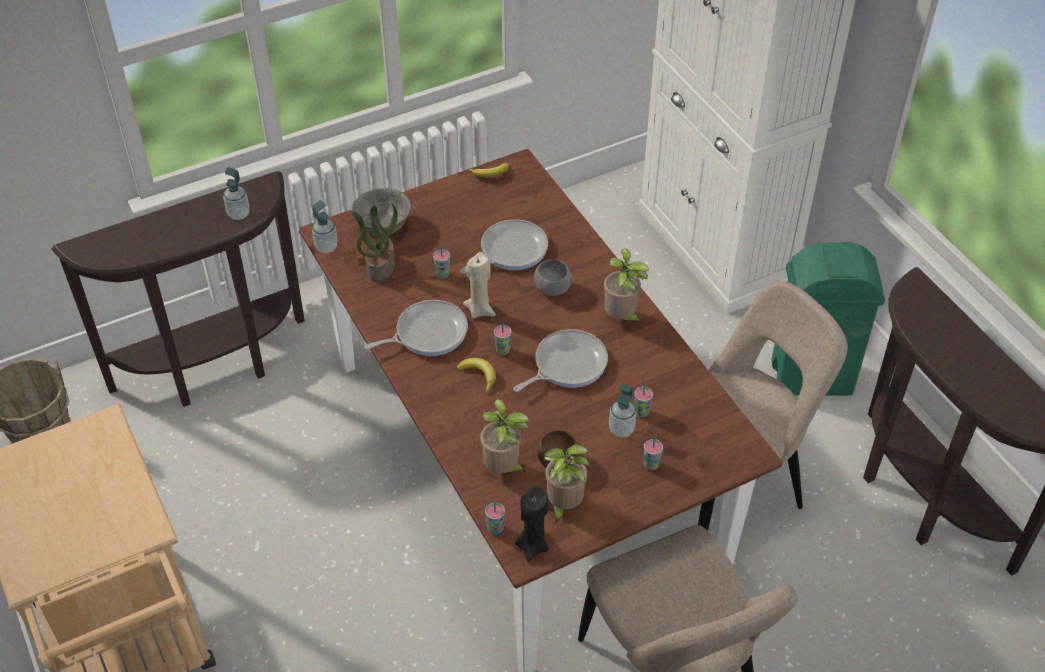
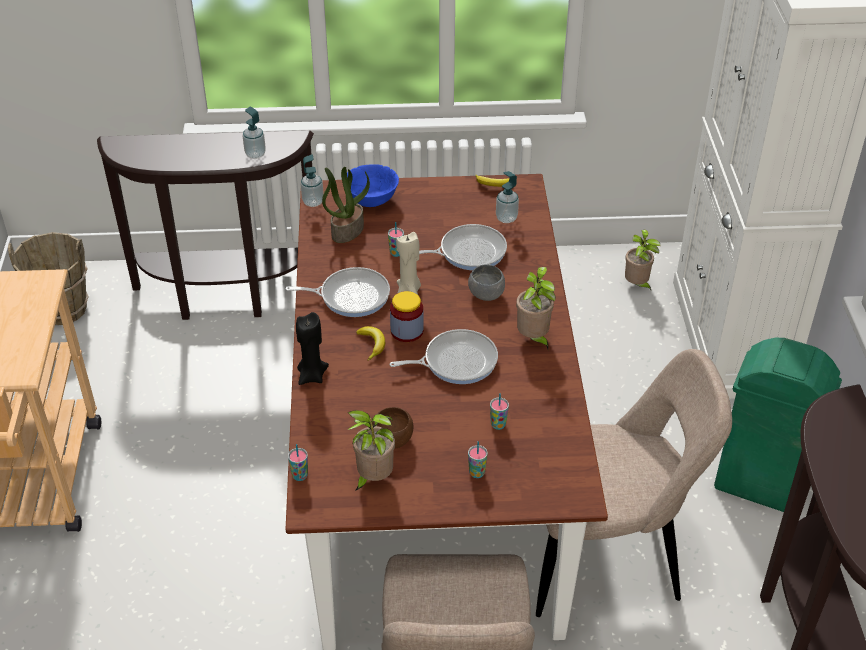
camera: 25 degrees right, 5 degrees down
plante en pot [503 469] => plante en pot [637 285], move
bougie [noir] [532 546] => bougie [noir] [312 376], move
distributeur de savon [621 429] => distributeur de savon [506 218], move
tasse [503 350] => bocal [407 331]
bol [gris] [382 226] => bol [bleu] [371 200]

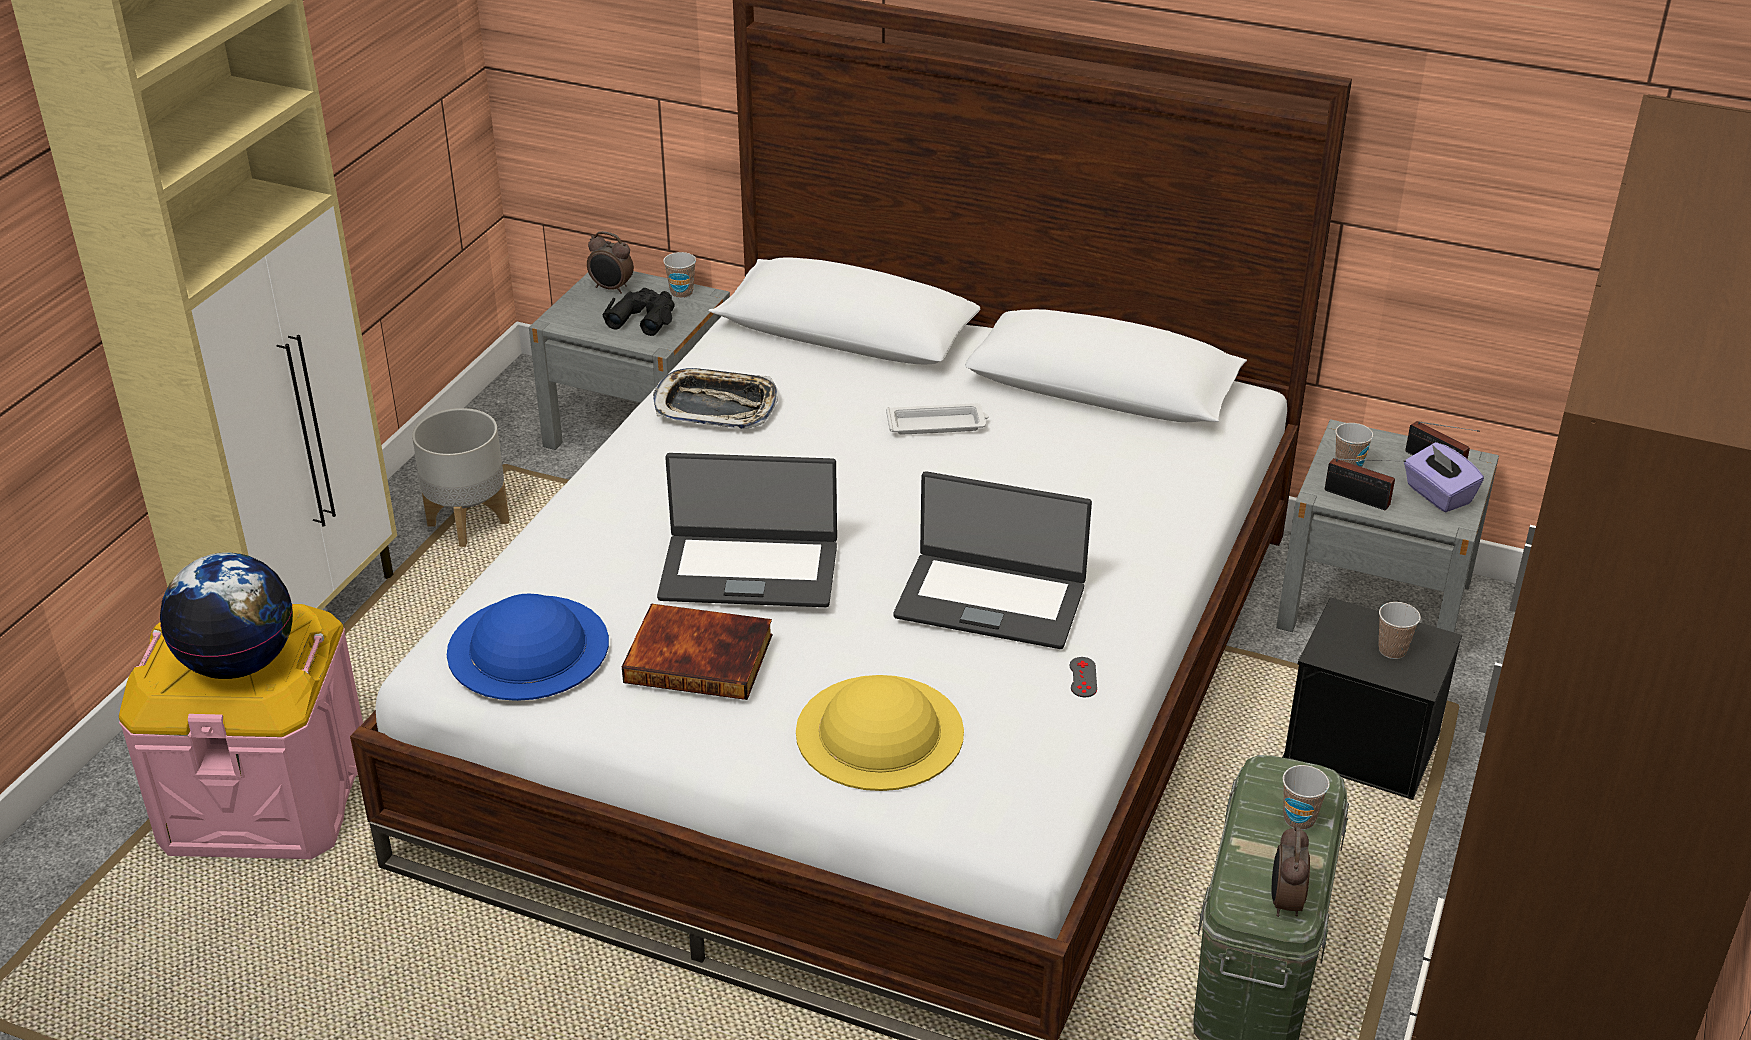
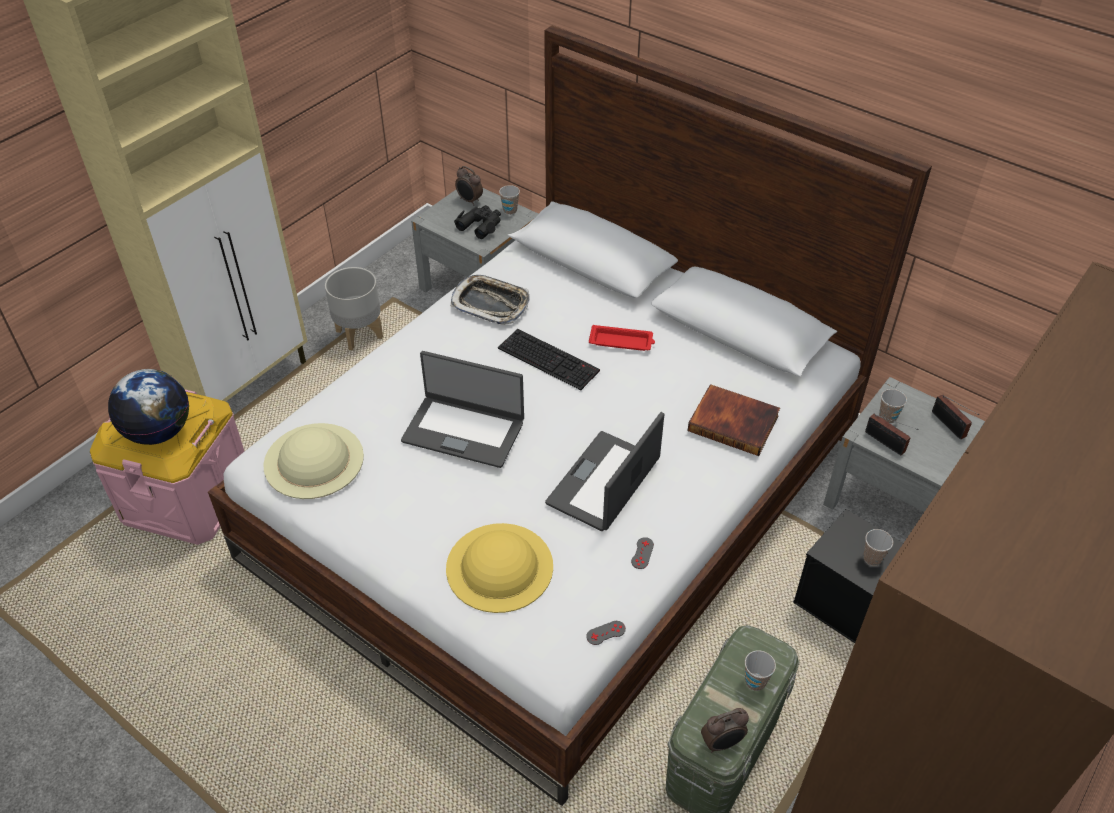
camera: 15 degrees right, 10 degrees up
boîte à mouchoirs [violet] [1437 495] => nothing
nothing => clavier [550 359]
nothing => manette [gris] [606 633]
livre [700 656] => livre [734 422], move
chapeau [bleu] [528 647] => chapeau [beige] [314 460]
plateau [blanc] [937 425] => plateau [rouge] [622 342]
ordinateur portable [990 600] => ordinateur portable [605 482], 90 degrees clockwise
réveil [1284 902] => réveil [722 743], 135 degrees counterclockwise

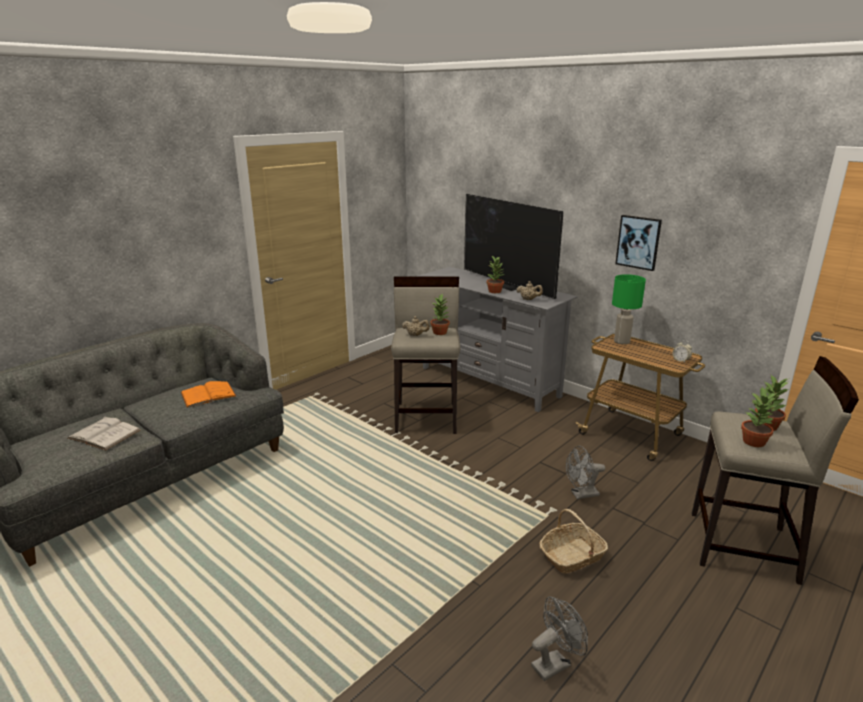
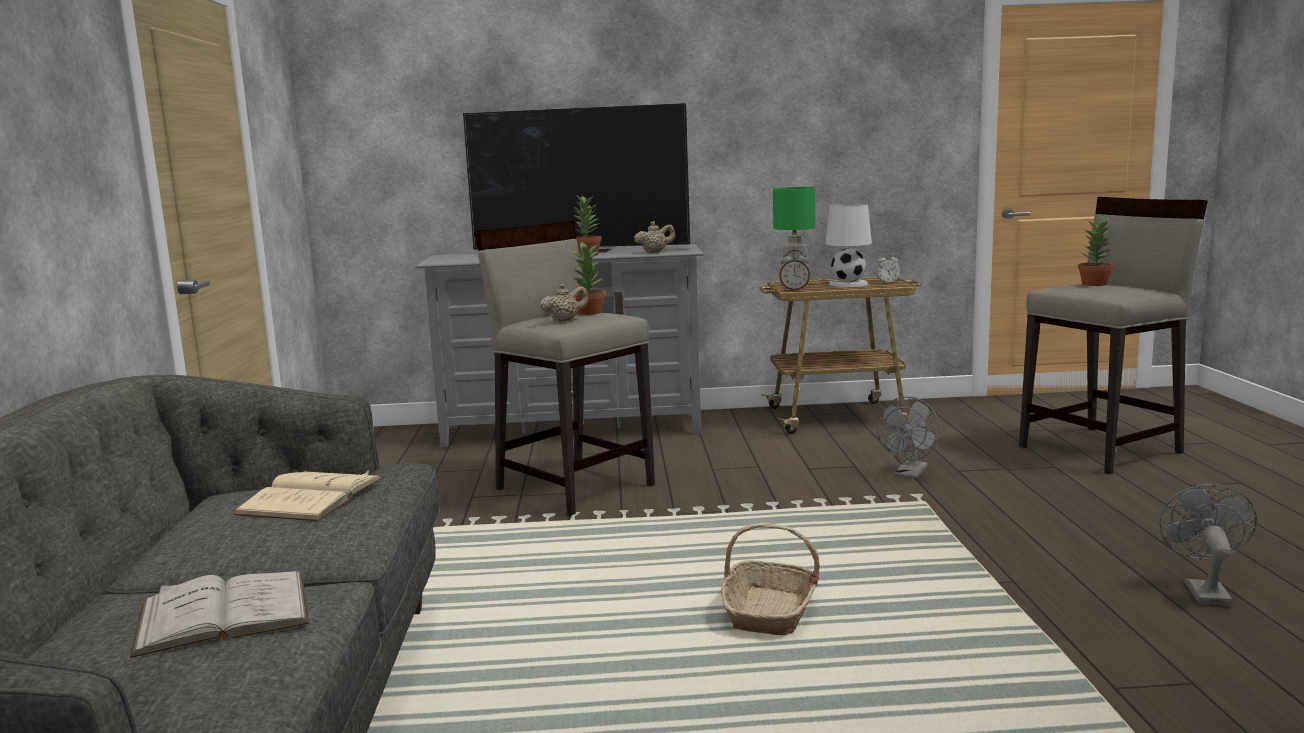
camera: 45 degrees left, 10 degrees down
tableau [638 242] => nothing
plante en pot [754 442] => nothing
nothing => réveil [794 290]
nothing => lampe de table [blanc] [848 284]
panier [572 556] => panier [769 612], move
livre [orange] [208 394] => livre [beige] [311 496]

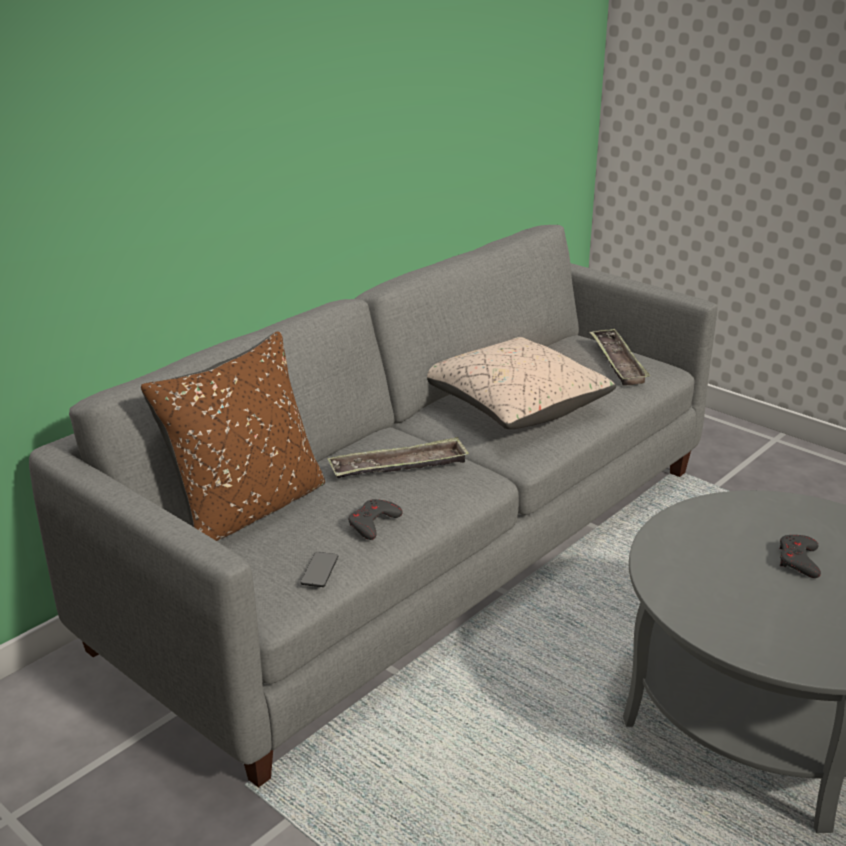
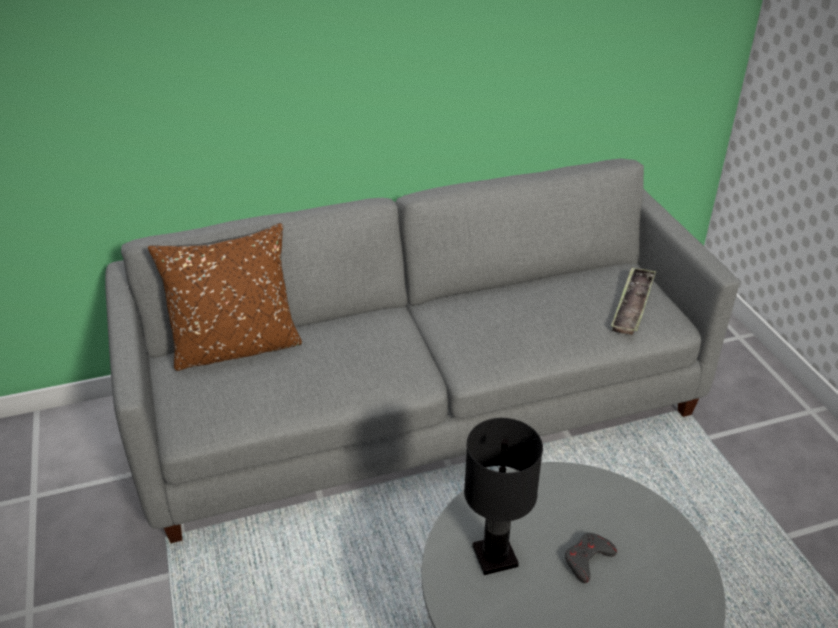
camera: 30 degrees right, 10 degrees up
téléphone [319 570] => nothing
plateau [399 466] => nothing
manette [gris] [373 523] => nothing
coussin [beige] [514 405] => nothing
nothing => lampe de table [noir] [494 556]

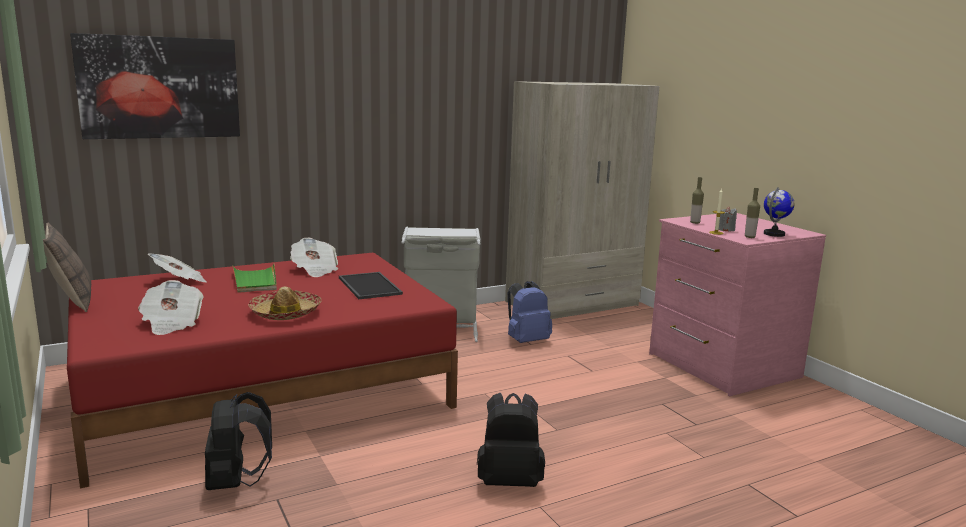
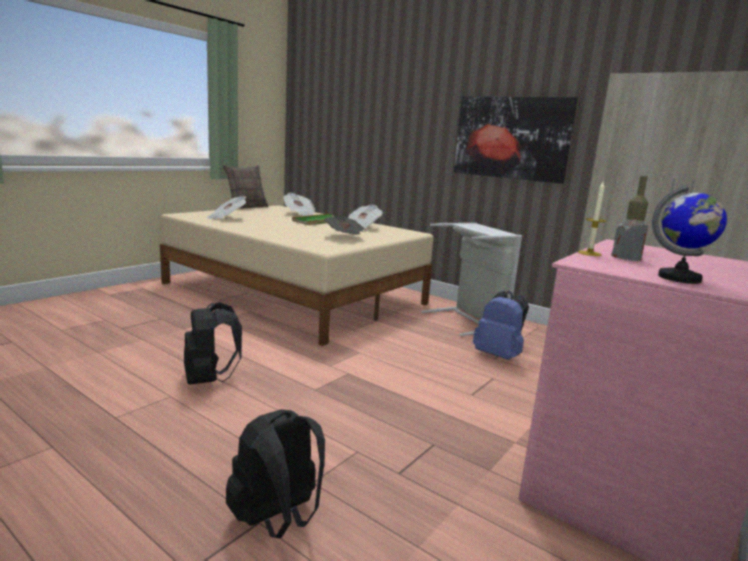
camera: 65 degrees right, 0 degrees up
chapeau [285 313] => nothing
bouteille [749 237] => nothing
tableau [160 87] => tableau [511 138], move
sac à dos [noir] [236 482] => sac à dos [noir] [277 520], move
plateau [368 286] => journal [345 237]
lit [rouge] [262 391] => lit [beige] [294 293]

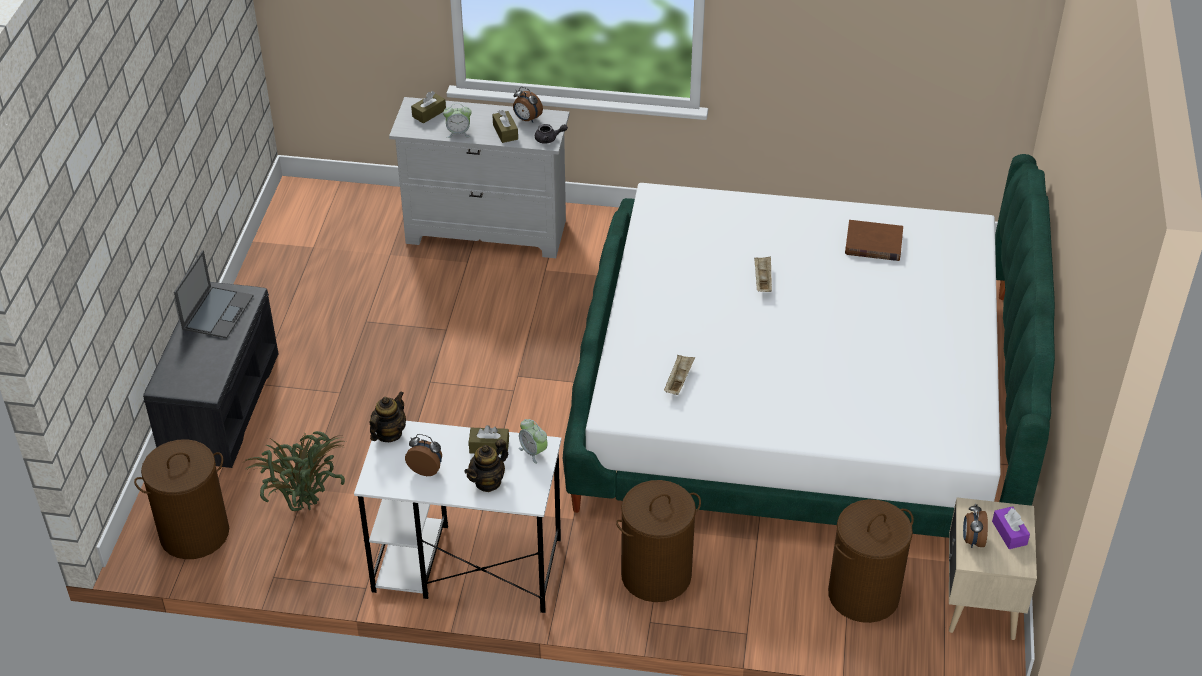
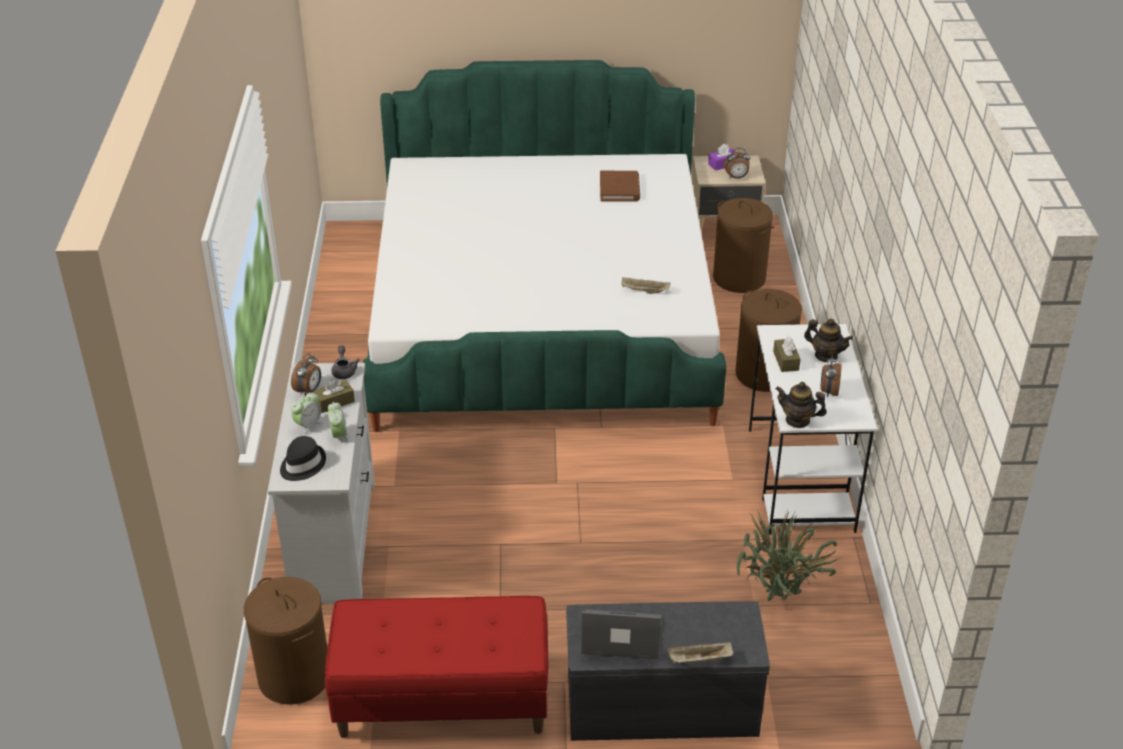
camera: 100 degrees left, 5 degrees down
nothing => banc [rouge] [442 701]
panier à linge [marron] [194 534] => panier à linge [marron] [295 677], move
réveil [533 452] => réveil [308 425], move
plateau [beige] [762 280] => plateau [beige] [699 660], move
livre [marron] [873 244] => livre [marron] [619 189], move
boîte à mouchoirs [marron] [429 113] => chapeau [noir] [302 464]

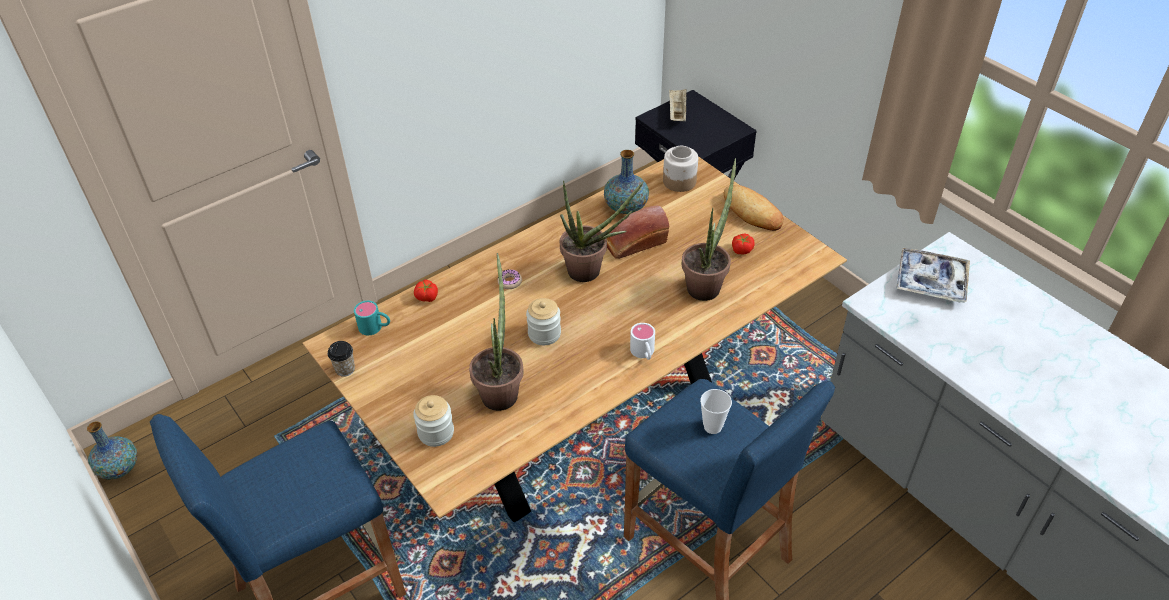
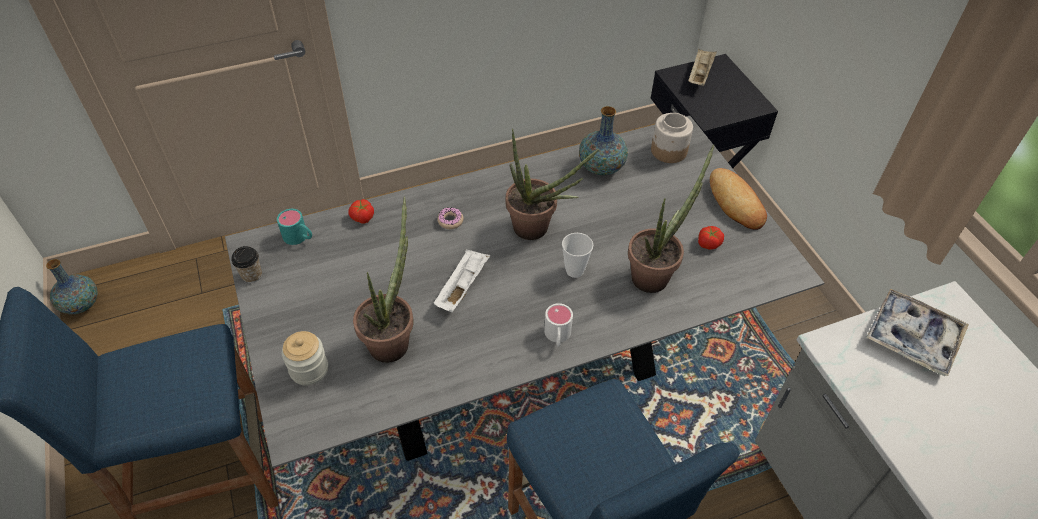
camera: 15 degrees right, 5 degrees up
pain [634 244] => nothing
tasse [712 427] => tasse [574 270], move
bocal [544 334] => plateau [blanc] [462 287]
table à manger [marron] [587 418] => table à manger [gris] [517 369]

